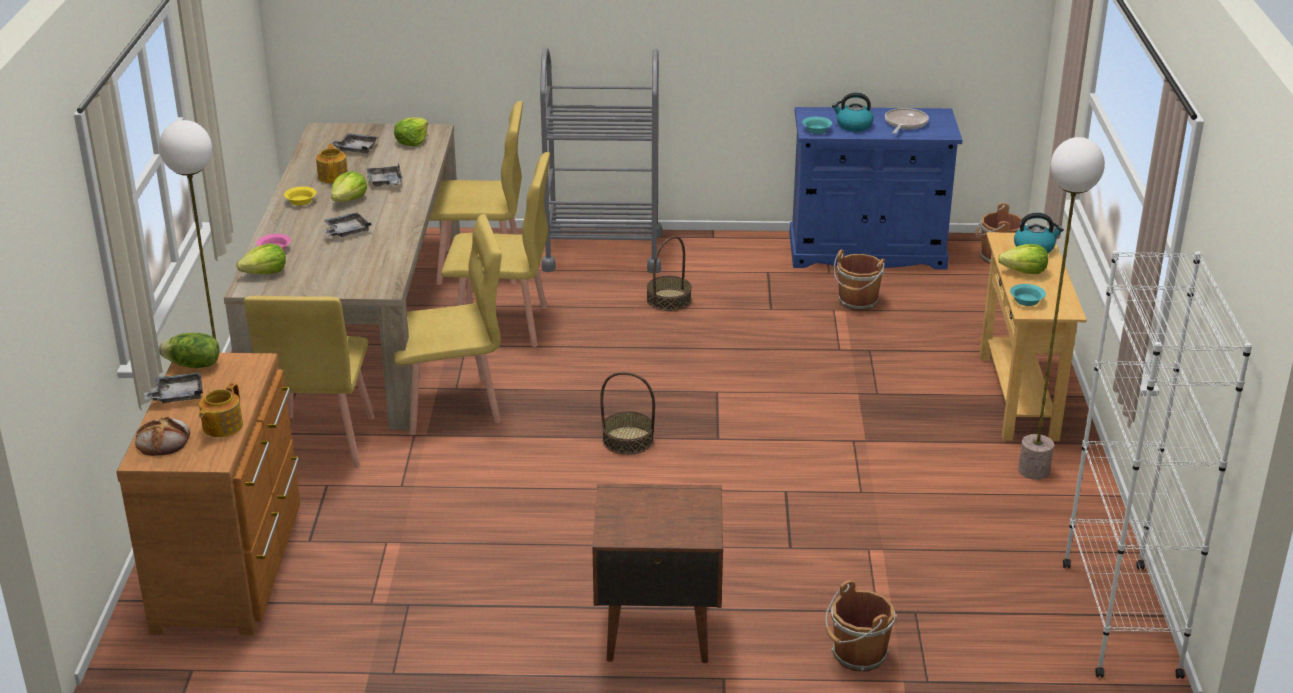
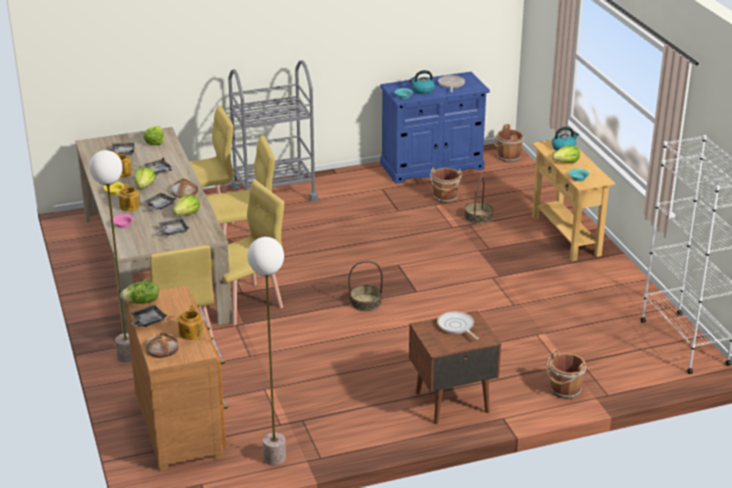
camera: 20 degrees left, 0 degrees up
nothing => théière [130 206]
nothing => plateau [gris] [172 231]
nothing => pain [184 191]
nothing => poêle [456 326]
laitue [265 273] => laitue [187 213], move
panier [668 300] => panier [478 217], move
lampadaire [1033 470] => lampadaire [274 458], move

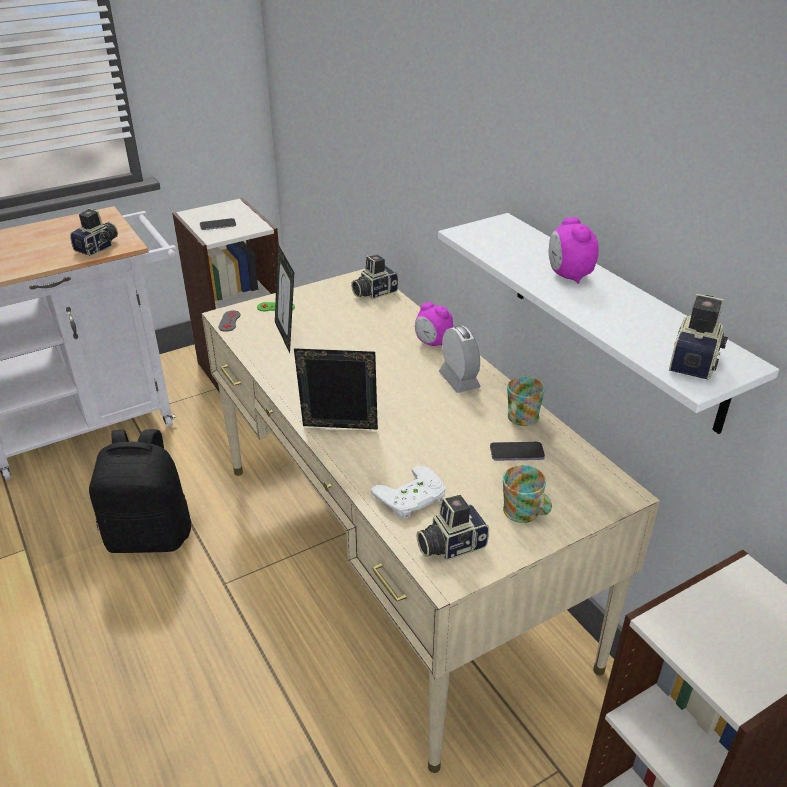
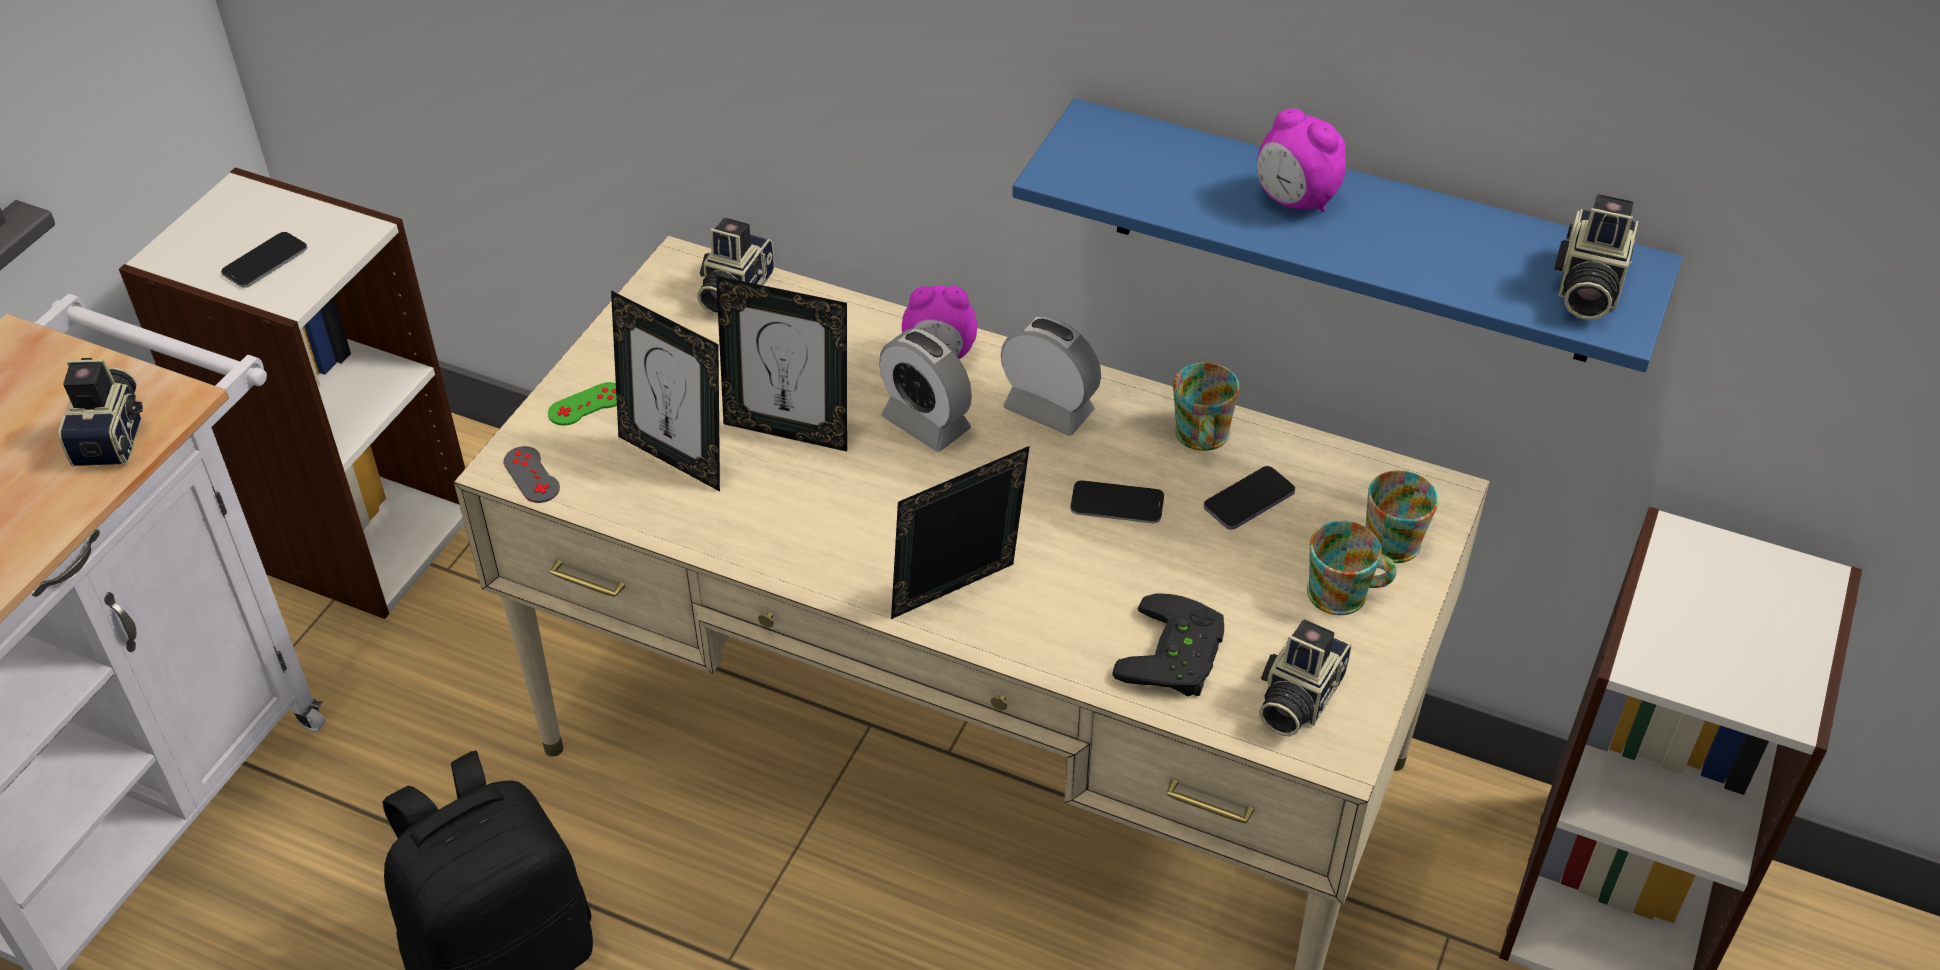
camera: 35 degrees left, 10 degrees up
nothing => cadre photo [788 430]
nothing => réveil [926 423]
nothing => téléphone [1117 504]
nothing => mug [1397 537]
manette [blanc] [412 499] => manette [noir] [1178 656]
étagère [blanc] [614 318] => étagère [bleu] [1354 233]
appareil photo [695 360] => appareil photo [1586 288], 150 degrees counterclockwise

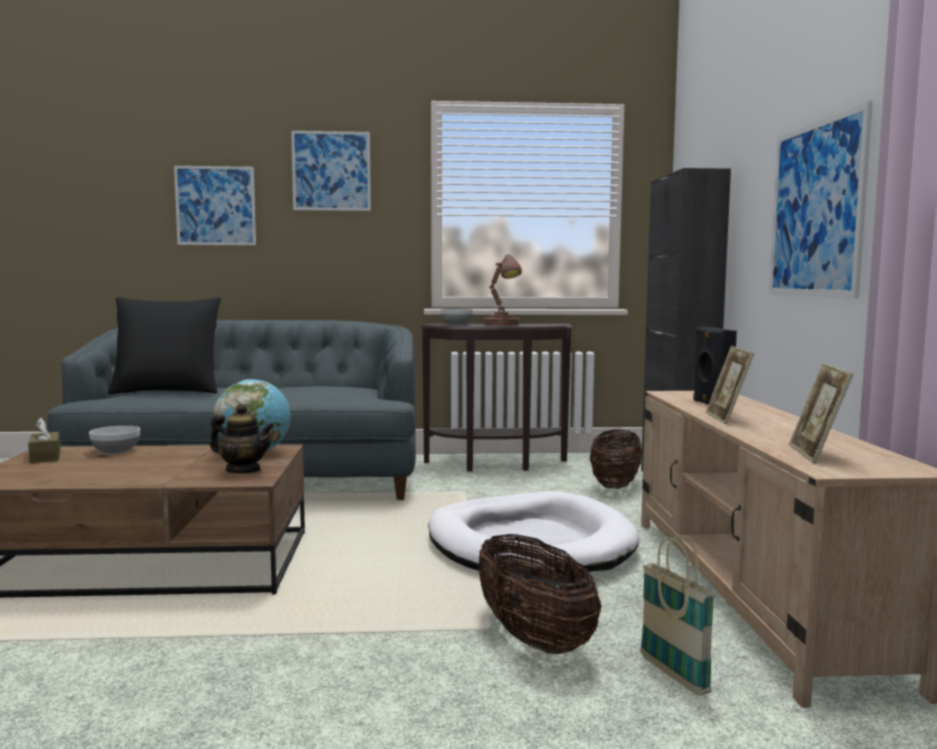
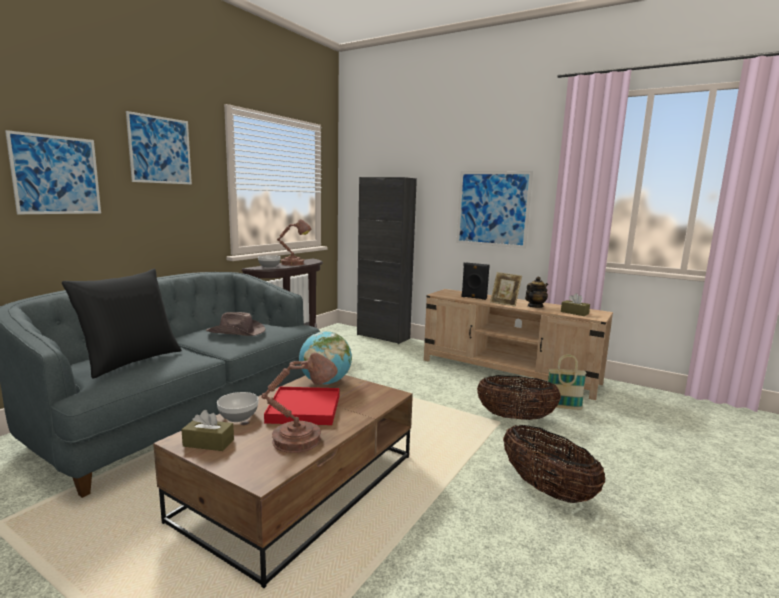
camera: 55 degrees left, 5 degrees up
panier pour chien [blanc] [529 544] => nothing
nothing => chapeau [marron] [236 332]
nothing => lampe de table [marron] [301 439]
nothing => plateau [rouge] [304 409]
théière [243 470] => théière [535 306], move
panier [615 485] => panier [547 489], move
cadre photo [816 454] => boîte à mouchoirs [marron] [574 313]

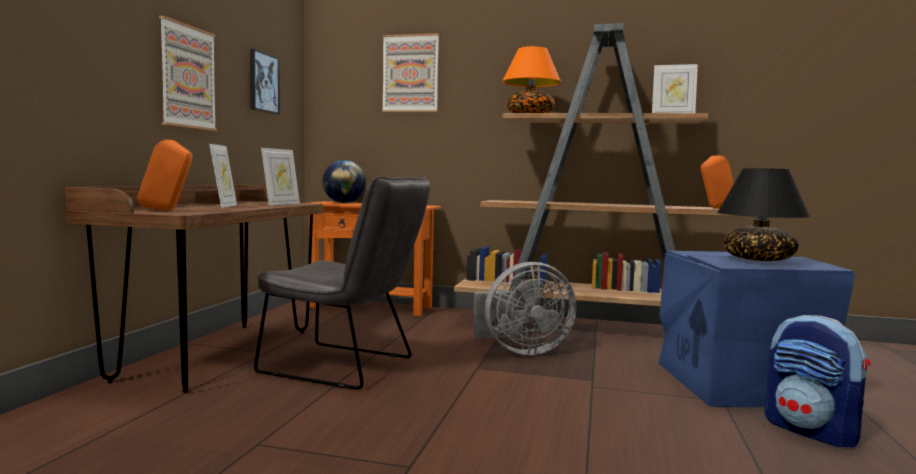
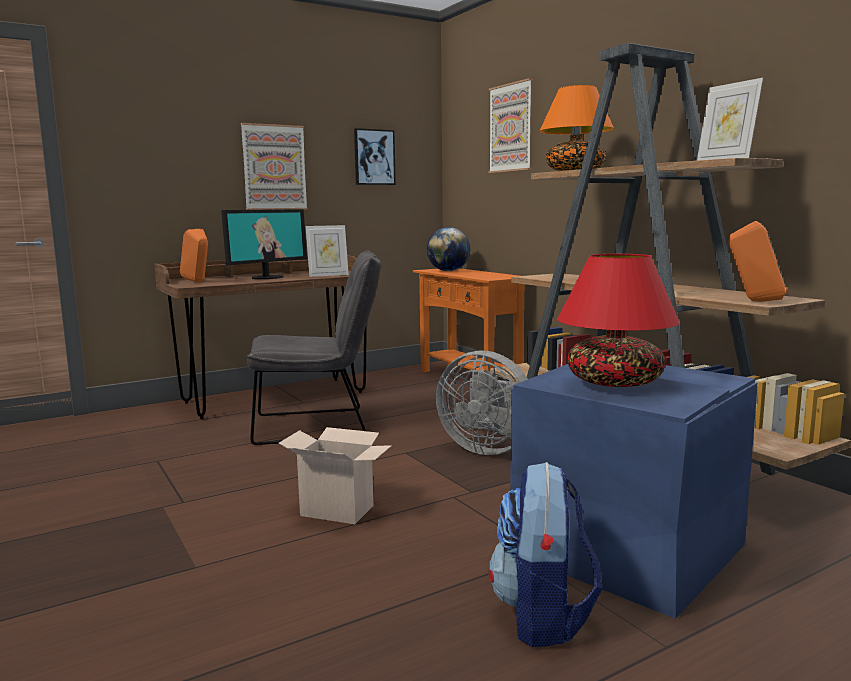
camera: 45 degrees right, 5 degrees up
nothing => carton [340 510]
cadre photo [224 206] => écran d'ordinateur [267 277]
lampe de table [noir] [758 259] => lampe de table [rouge] [615 382]
chaise [gris] [346 367] => chaise [gris] [319 426], 75 degrees counterclockwise

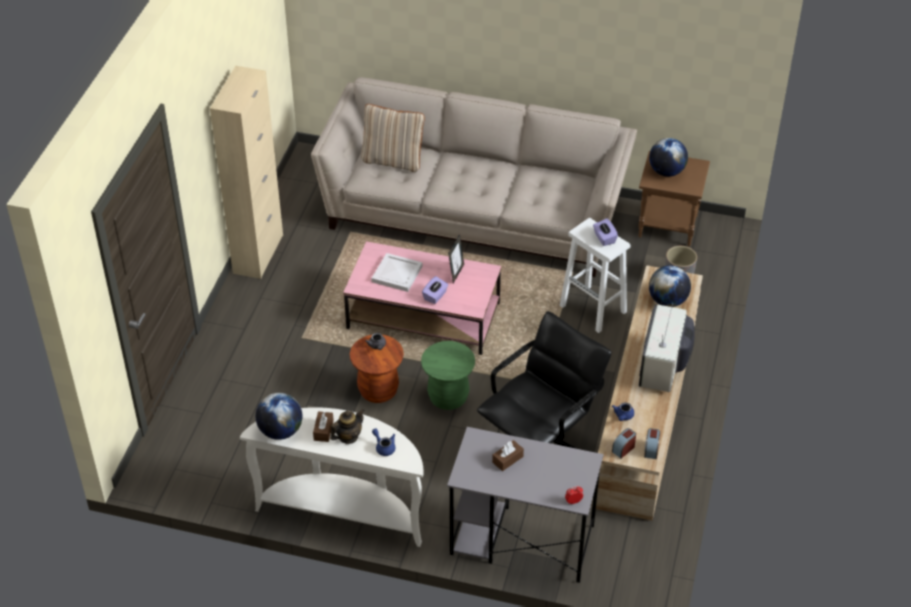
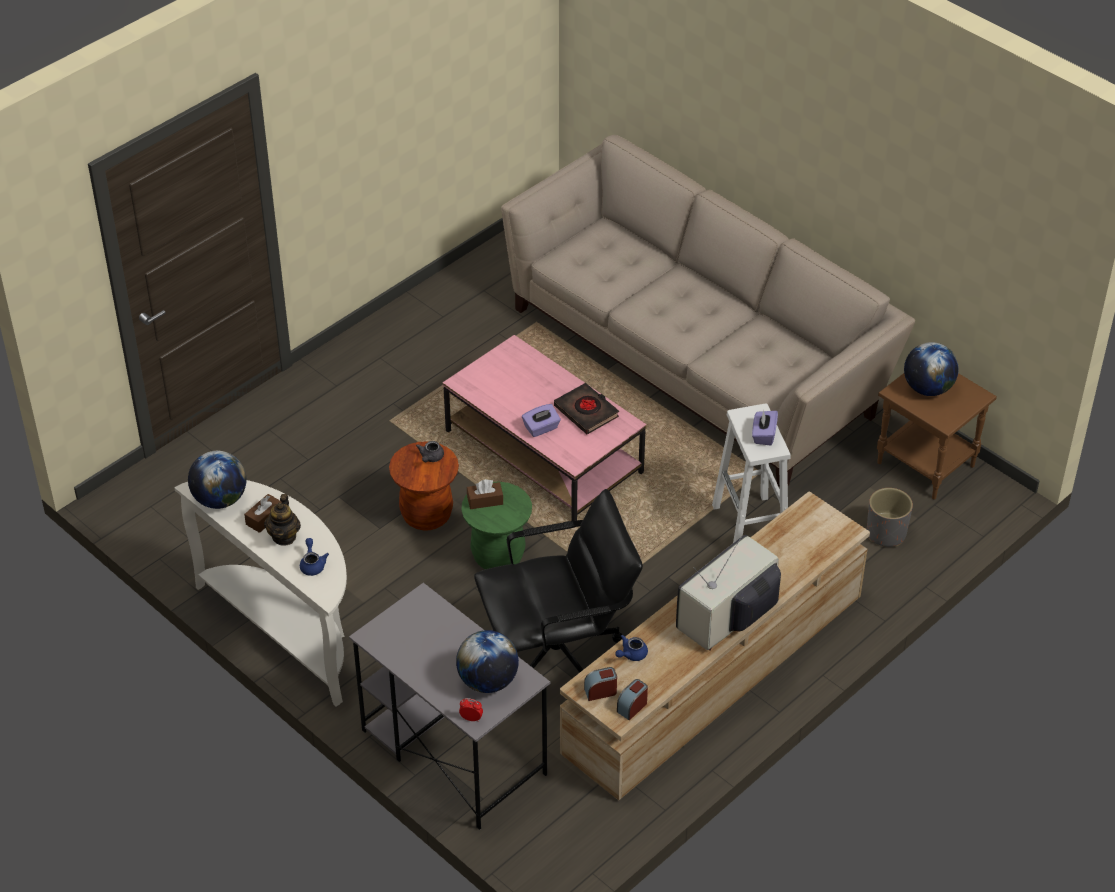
camera: 30 degrees right, 0 degrees up
meuble de rangement [beige] [258 254] => nothing
coussin [beige] [393 160] => nothing
plateau [blanc] [398 274] => nothing
boîte à mouchoirs [marron] [507 459] => boîte à mouchoirs [marron] [485 500], move
globe [667 301] => globe [488 681], move
cadre photo [456 273] => livre [noir] [586 412]
théière [348 437] => théière [284 536], 105 degrees clockwise

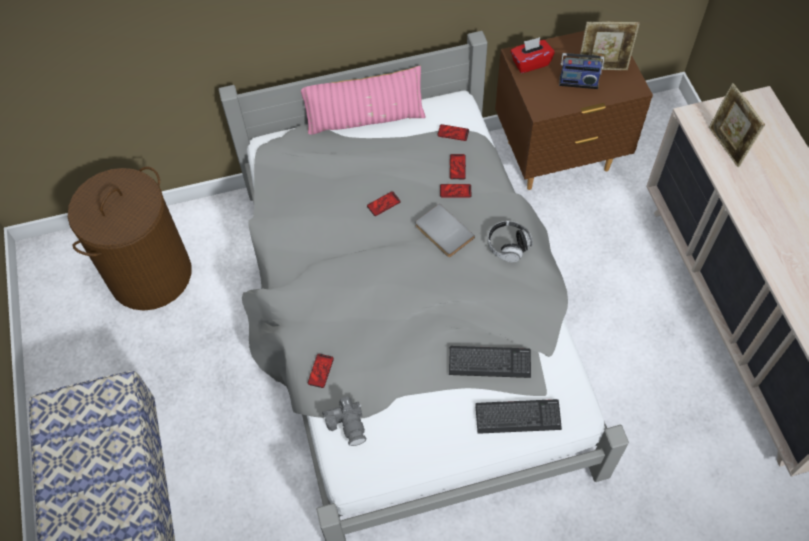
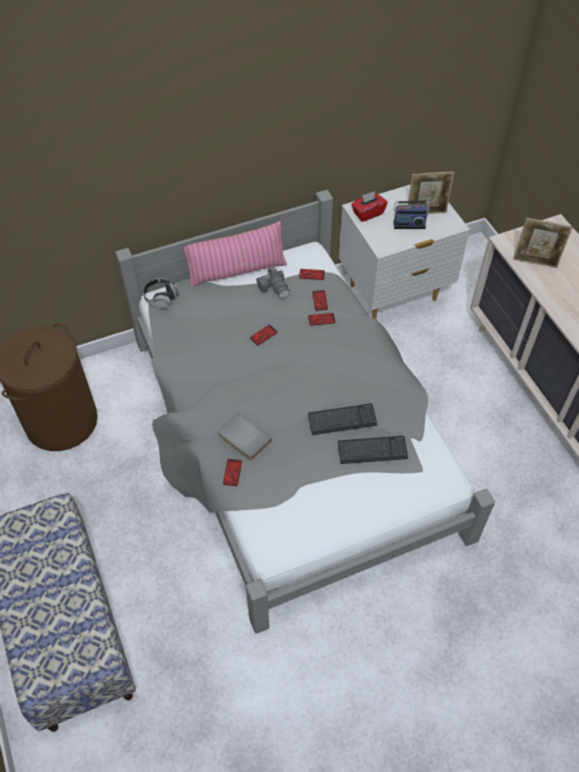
camera: 10 degrees left, 5 degrees down
appareil photo [348 424] => appareil photo [275 288], move
livre [gris] [442 233] => livre [gris] [243 439], move
clavier [517 417] => clavier [342 420], move
casque audio [508 246] => casque audio [161 298], move
table de chevet [marron] [558 157] => table de chevet [blanc] [393 293]
cadre photo [726 146] => cadre photo [535 262], 45 degrees counterclockwise

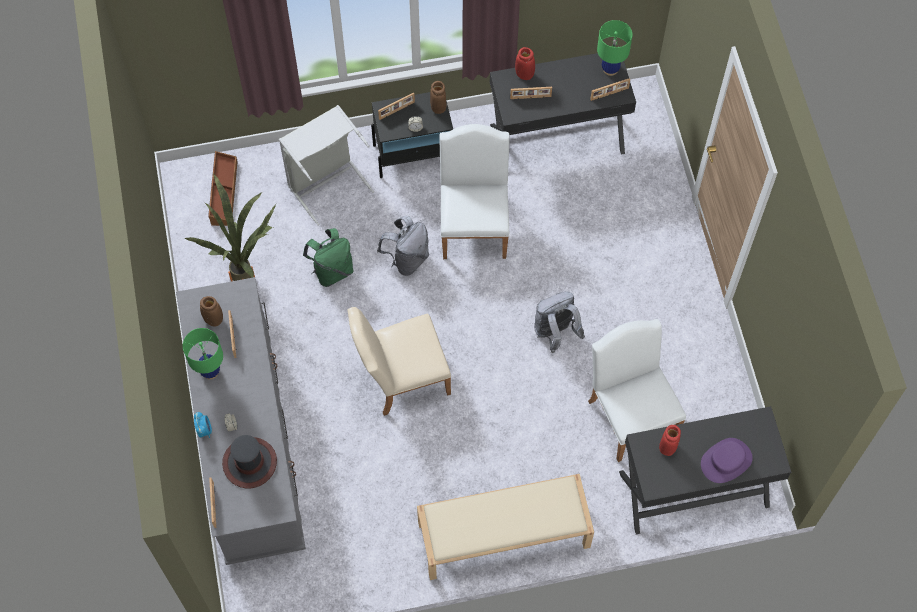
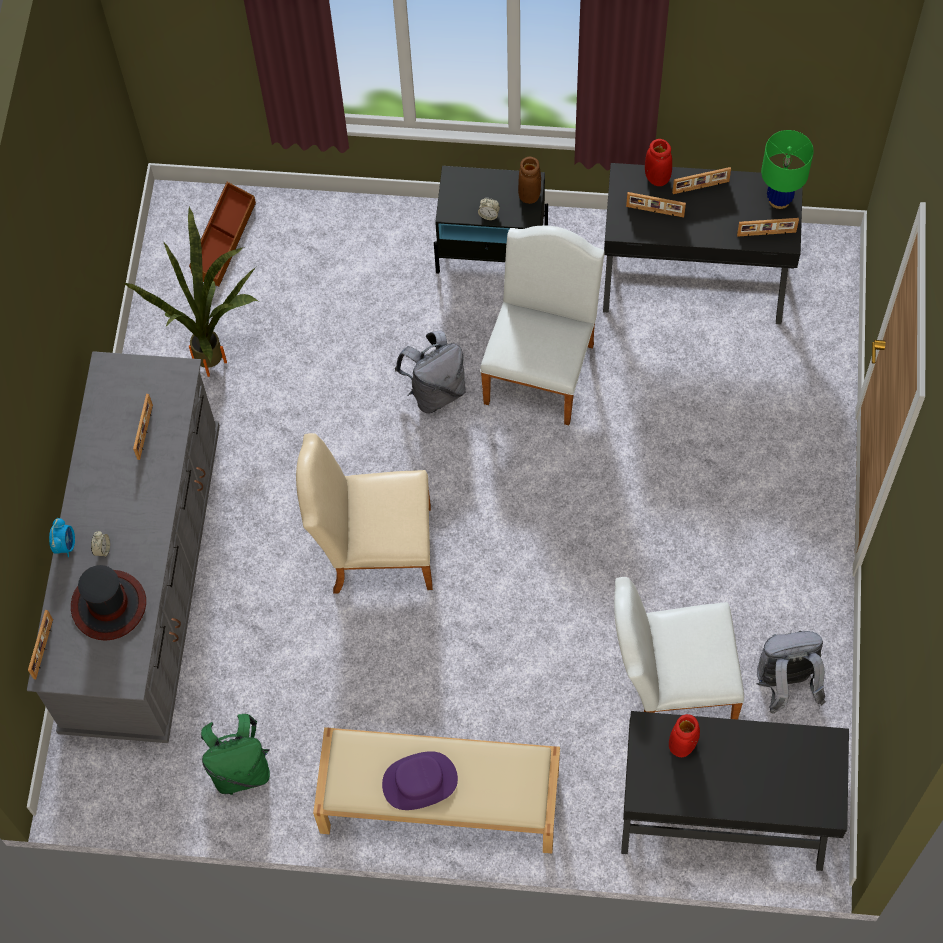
camera: 20 degrees right, 0 degrees up
lampe de table [vert] [210 371] => nothing
vase [marron] [213 319] => nothing
panier à linge [gris] [326 183] => nothing
sac à dos [vert] [332 270] => sac à dos [vert] [240 769], move
cadre photo [397 111] => cadre photo [701 187], move
sac à dos [gris] [555 333] => sac à dos [gris] [785 684], move
chapeau [violet] [726 461] => chapeau [violet] [420 782], move
chaise [blanc] [630 413] => chaise [blanc] [669 683], 90 degrees counterclockwise

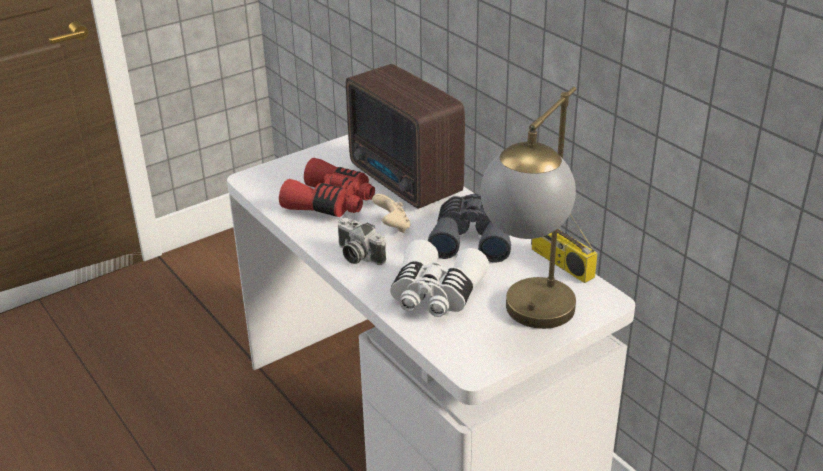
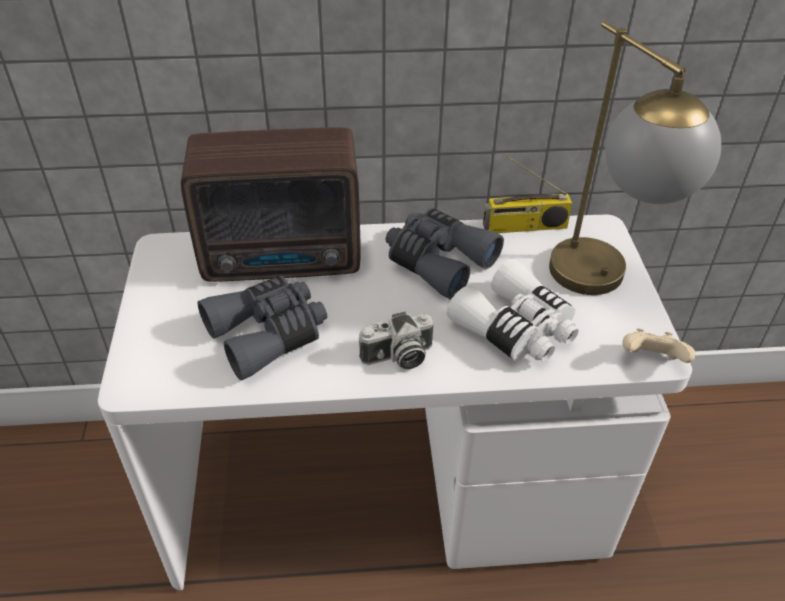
camera: 60 degrees left, 10 degrees up
manette [beige] [392 226] => manette [beige] [651 360], move
jumelles [rouge] [331 203] => jumelles [gris] [268 334]

